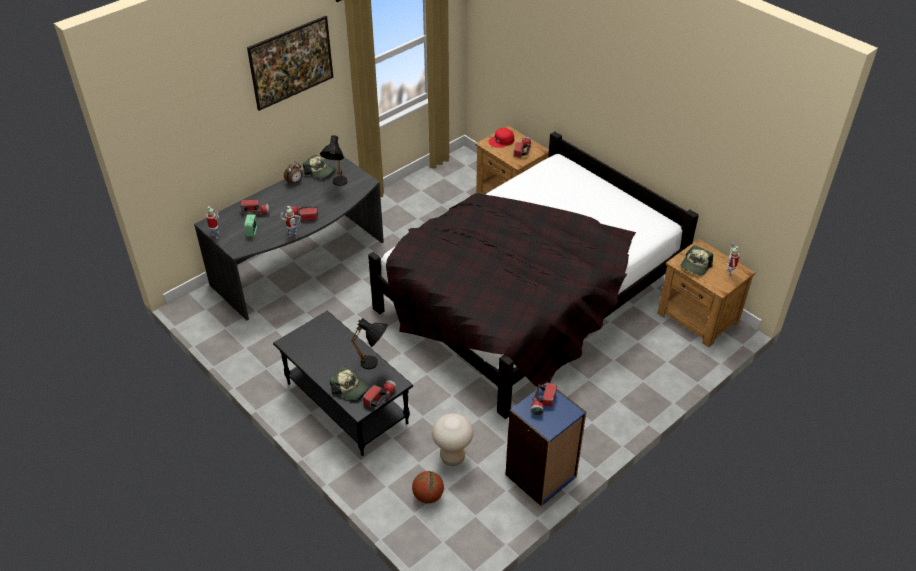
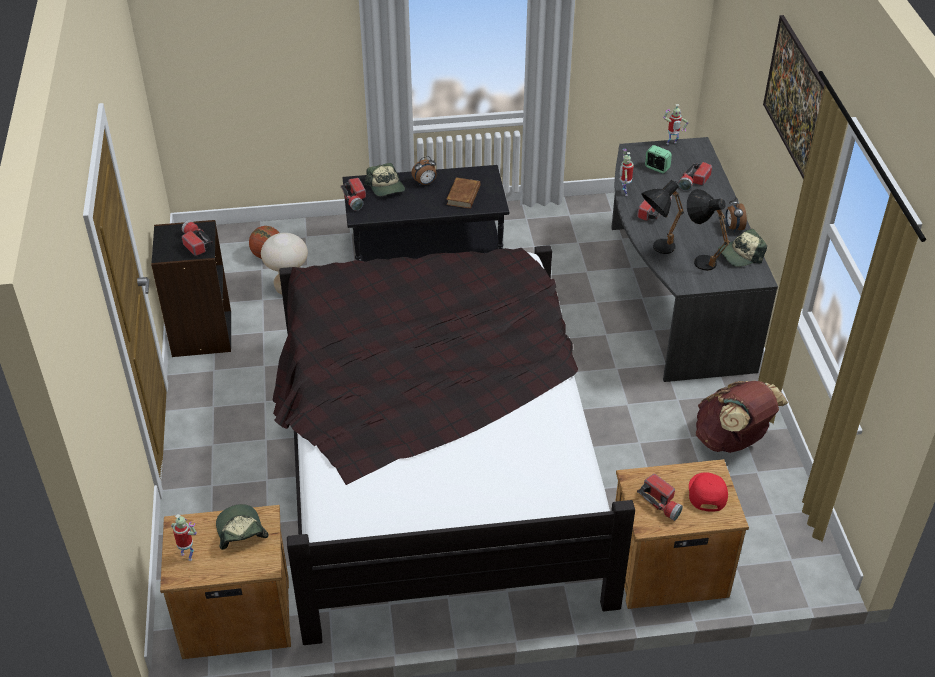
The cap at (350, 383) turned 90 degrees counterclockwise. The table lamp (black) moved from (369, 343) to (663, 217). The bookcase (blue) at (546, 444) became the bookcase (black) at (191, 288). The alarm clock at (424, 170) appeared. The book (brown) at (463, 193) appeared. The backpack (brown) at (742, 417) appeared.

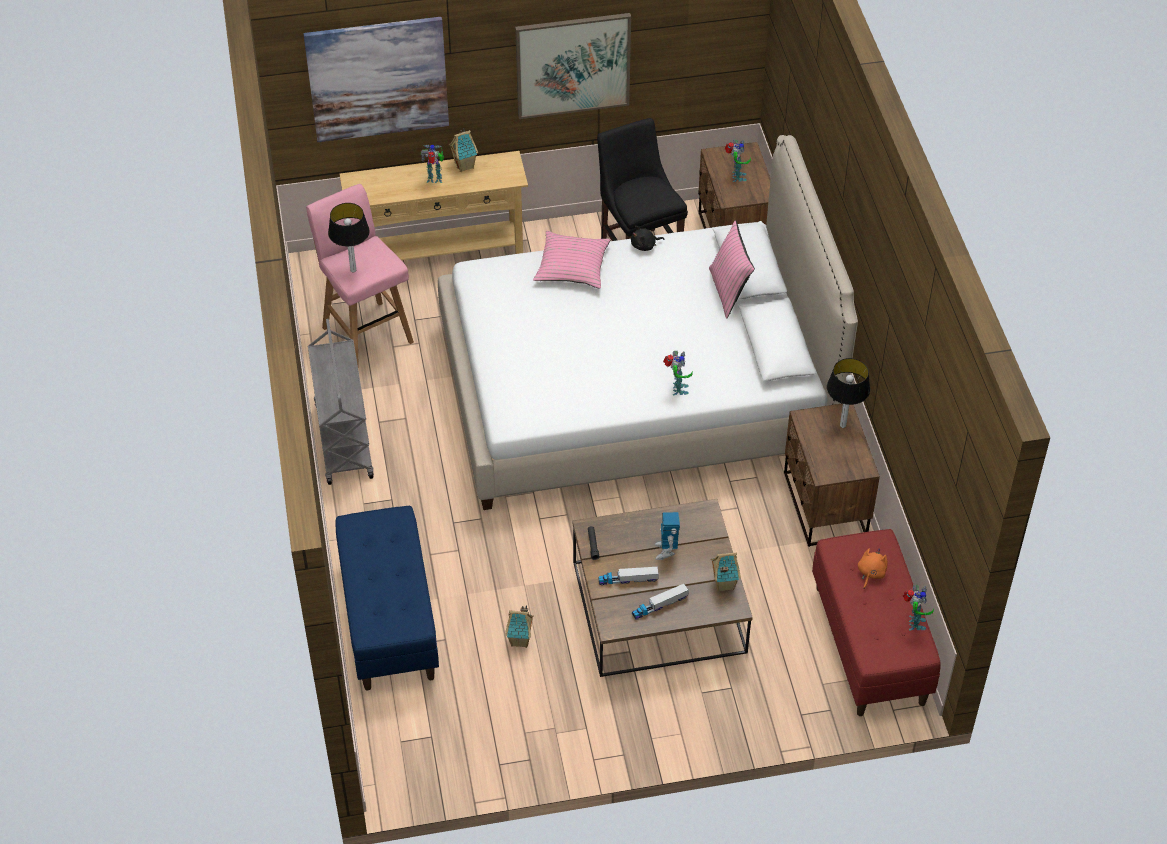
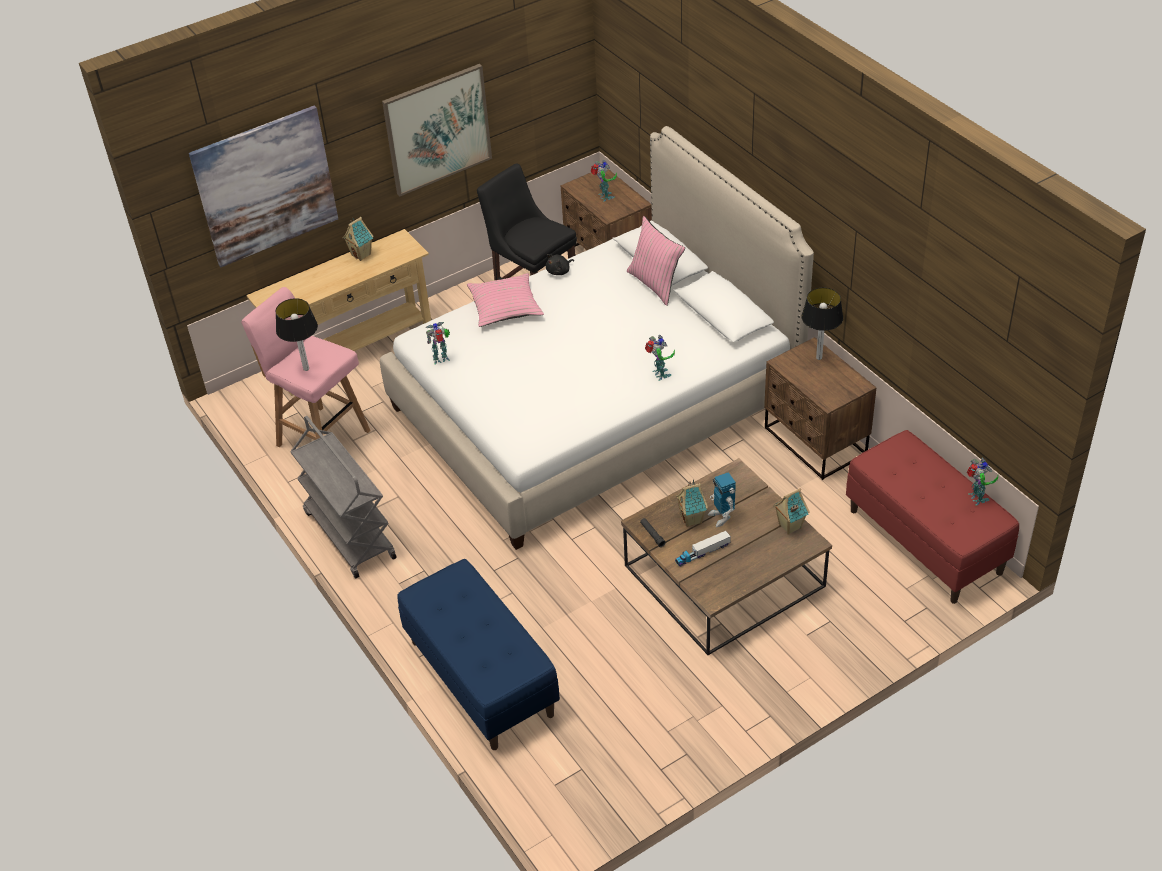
The toy robot moved from (432, 164) to (438, 343). The toy house moved from (519, 626) to (691, 503). The toy truck at (660, 602) disappeared. The plush toy (orange) at (873, 569) disappeared.

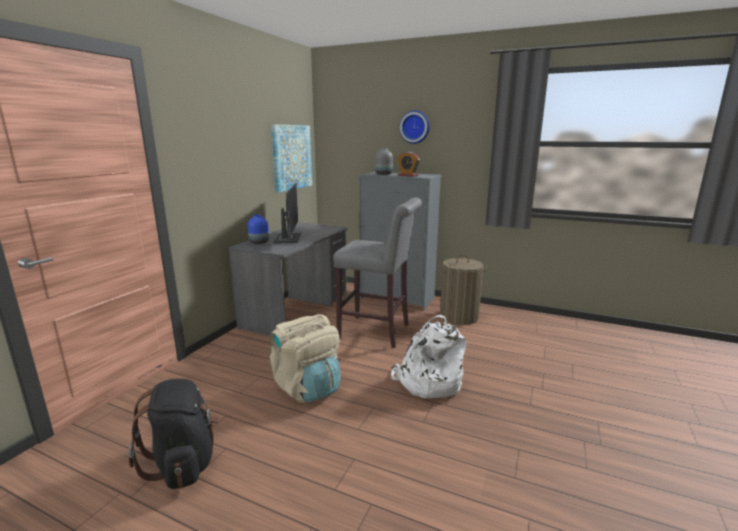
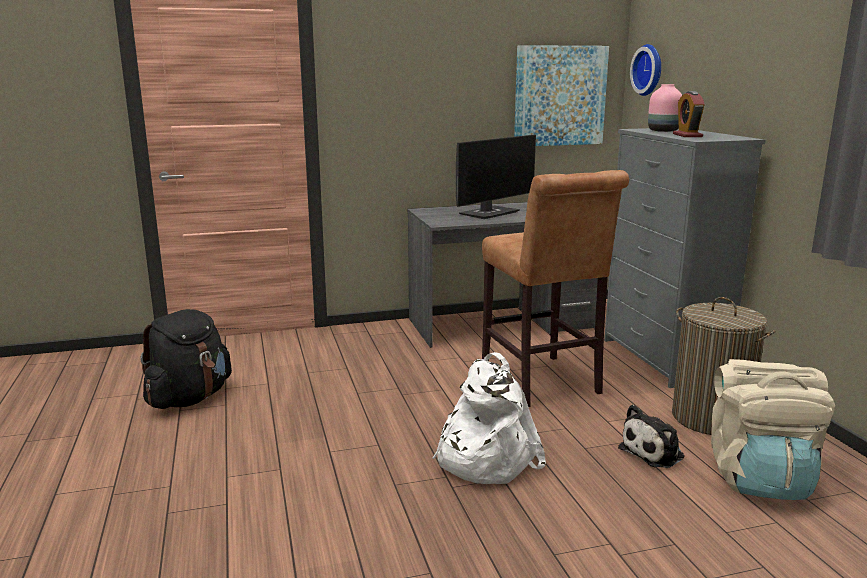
The vase (blue) at (258, 229) disappeared. The backpack (beige) moved from (305, 358) to (773, 429). The stool (grey) at (377, 272) became the stool (brown) at (555, 288). The vase (grey) at (384, 161) became the vase (pink) at (665, 108). The wall clock moved from (414, 127) to (645, 70). The plush toy at (651, 436) appeared.

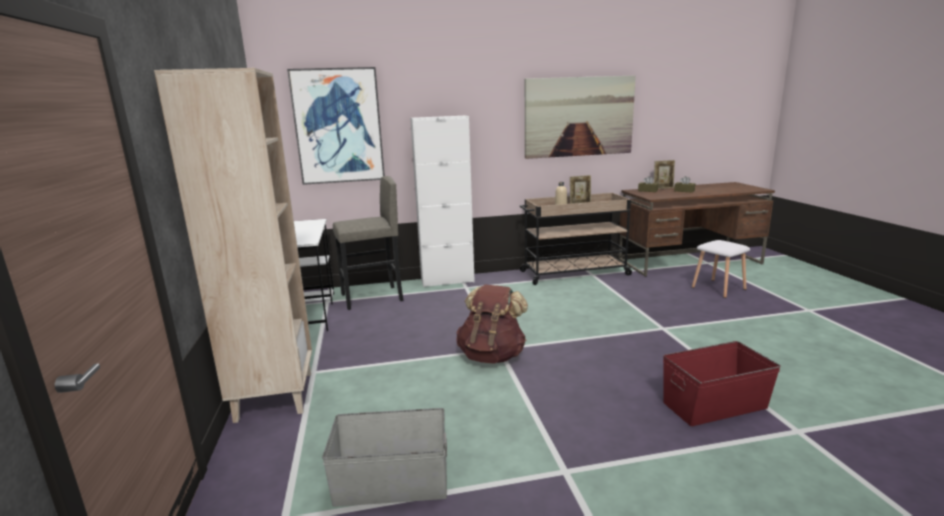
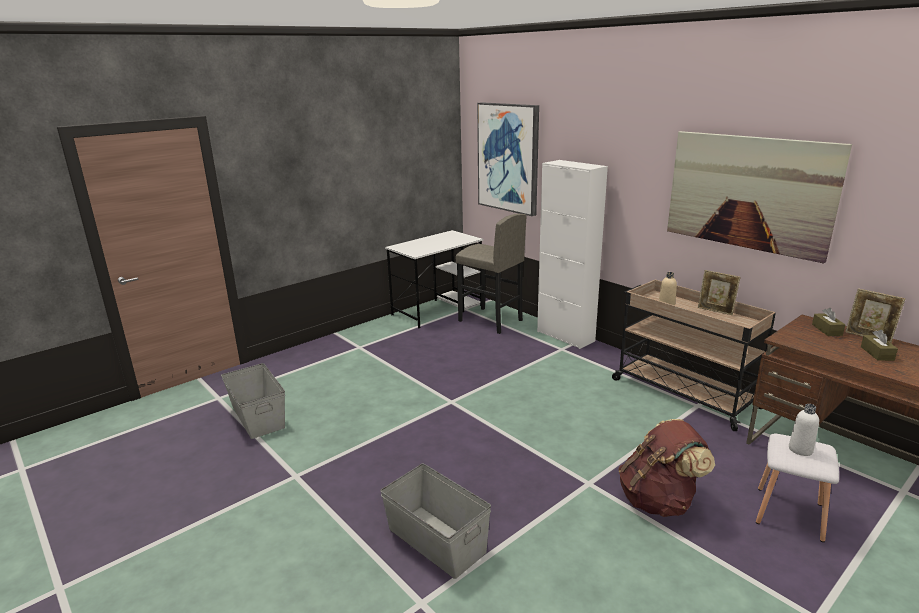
The bookcase (beige) at (233, 245) disappeared. The backpack (brown) moved from (492, 324) to (667, 468). The storage box (red) at (722, 383) became the storage box (grey) at (435, 521). The bottle (white) at (804, 430) appeared.

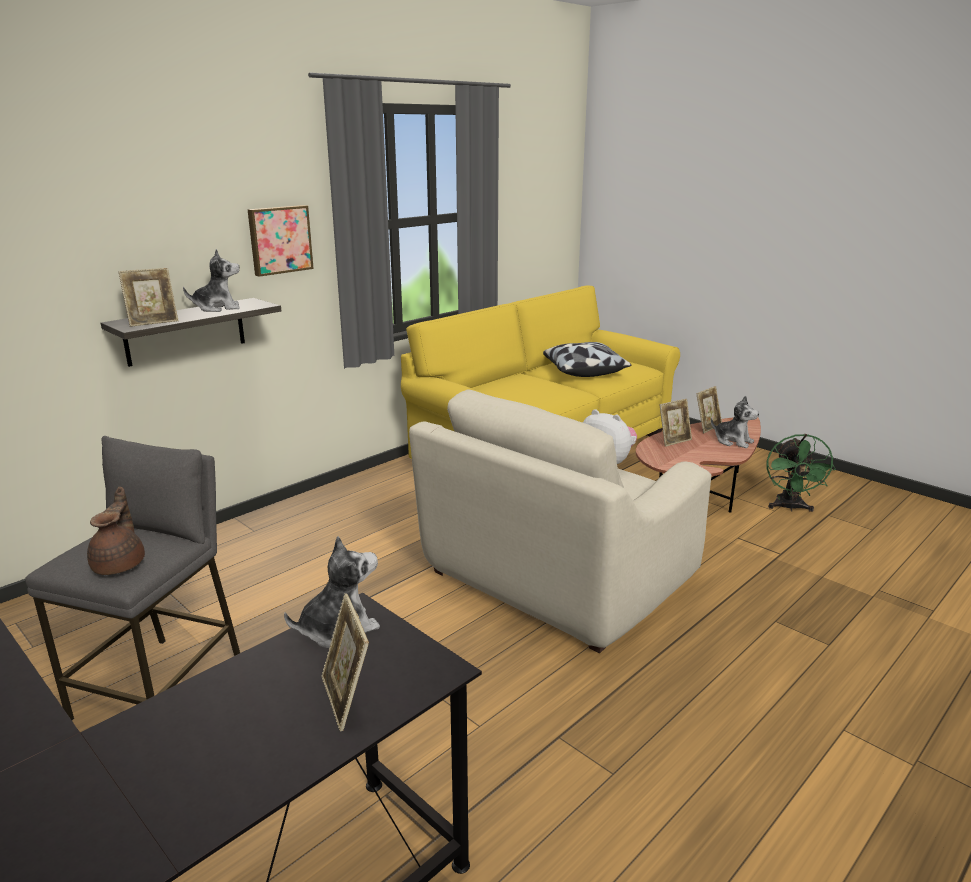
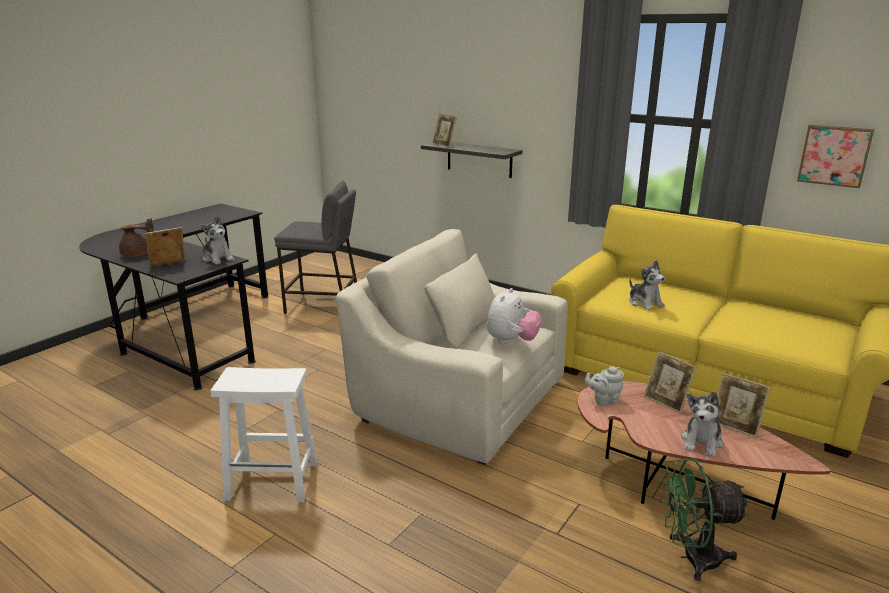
The teapot (brown) moved from (116, 531) to (136, 237). The plush toy moved from (211, 280) to (647, 285). The picture moved from (280, 241) to (835, 156). The pillow at (587, 359) disappeared. The stool (white) at (264, 434) appeared. The teapot (grey) at (604, 385) appeared.

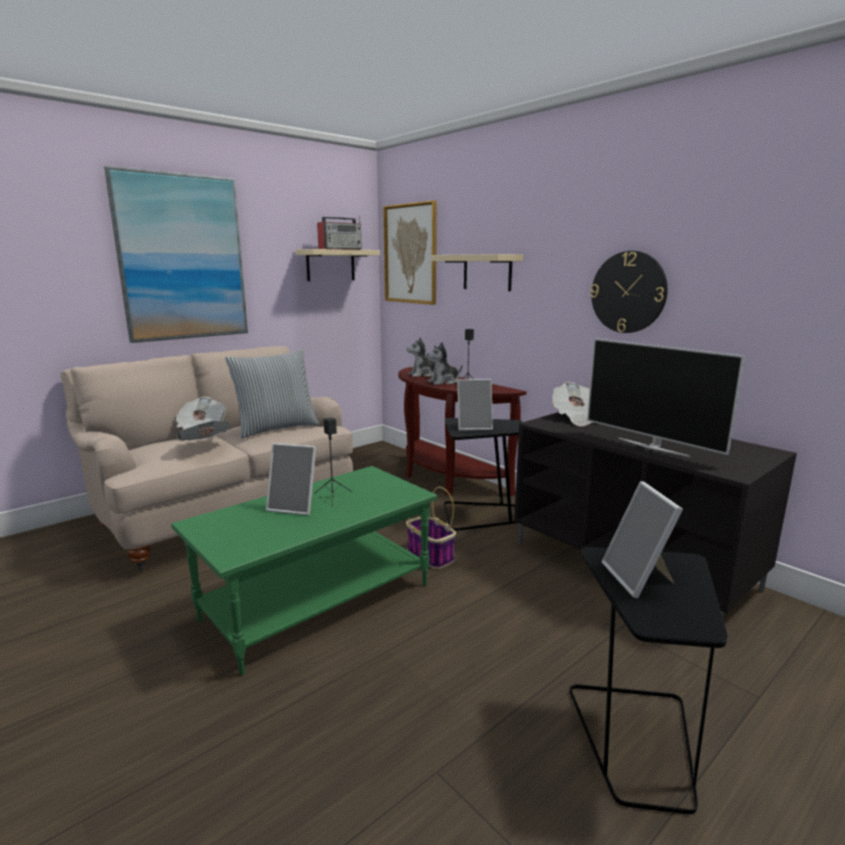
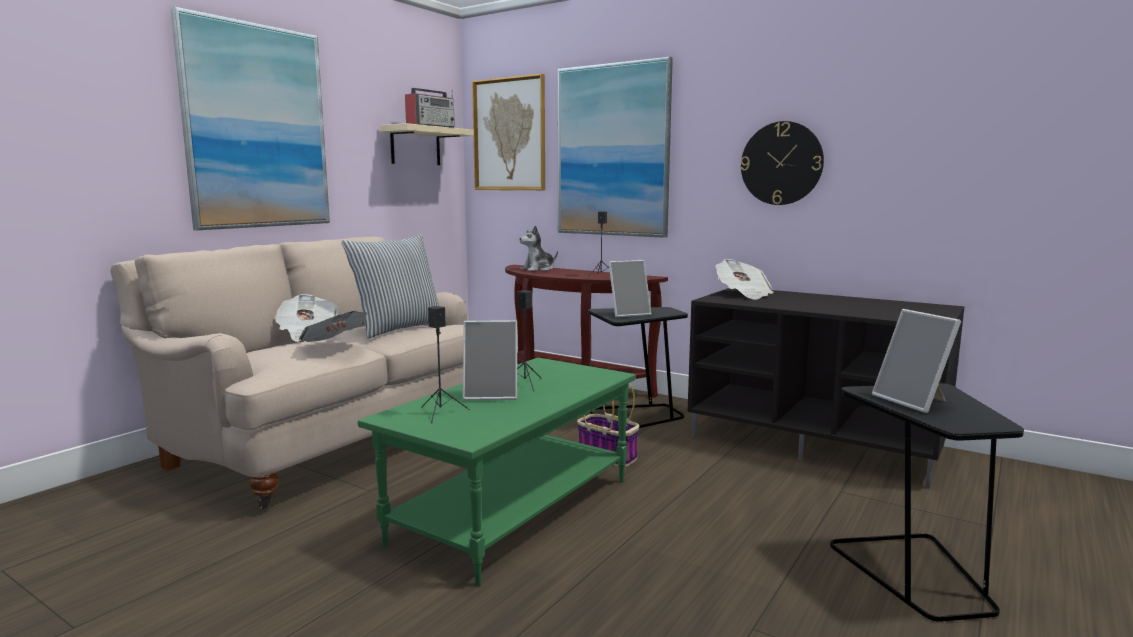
The plush toy at (445, 363) disappeared. The shelf (beige) at (477, 272) was replaced by the picture at (615, 147). The television at (666, 397) disappeared. The speaker (black) at (445, 364) appeared.

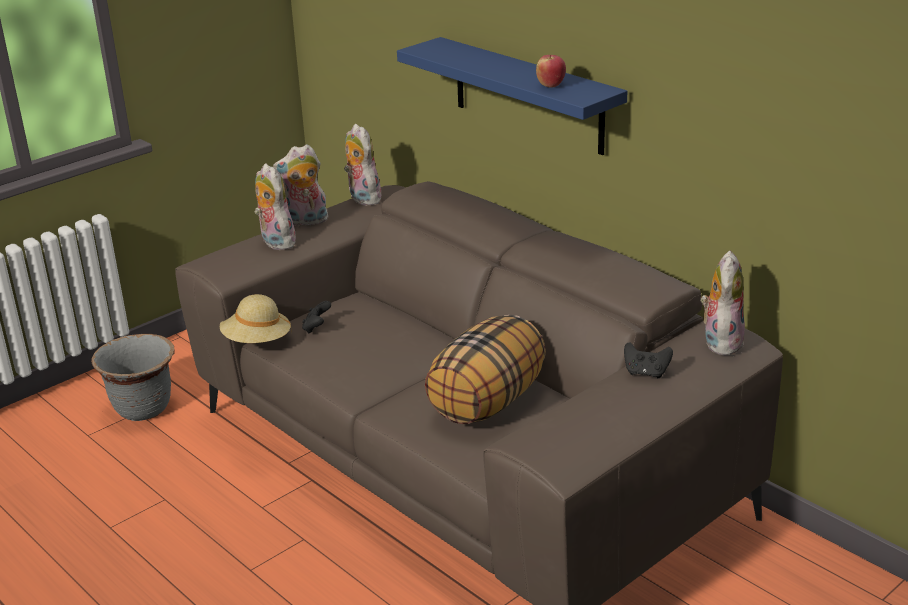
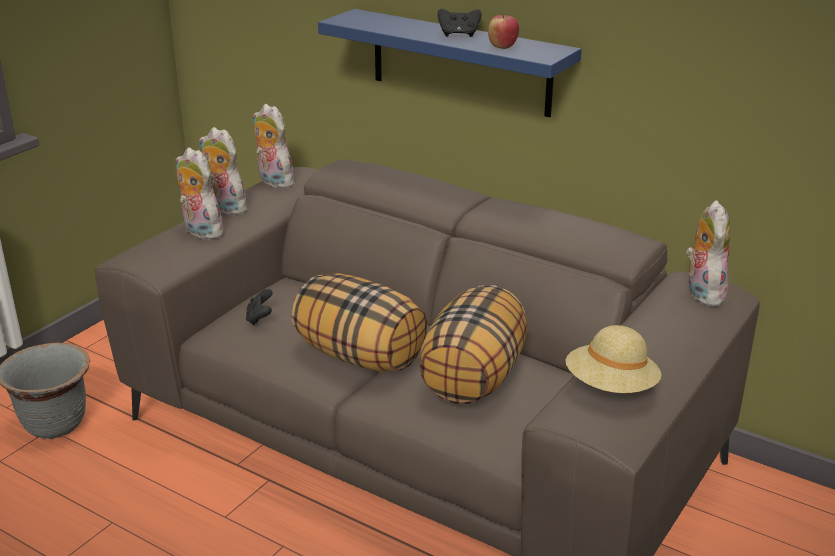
The hat (beige) moved from (256, 318) to (614, 359). The plush toy at (300, 185) turned 60 degrees clockwise. The game controller (black) moved from (648, 360) to (460, 22). The pillow at (359, 322) appeared.

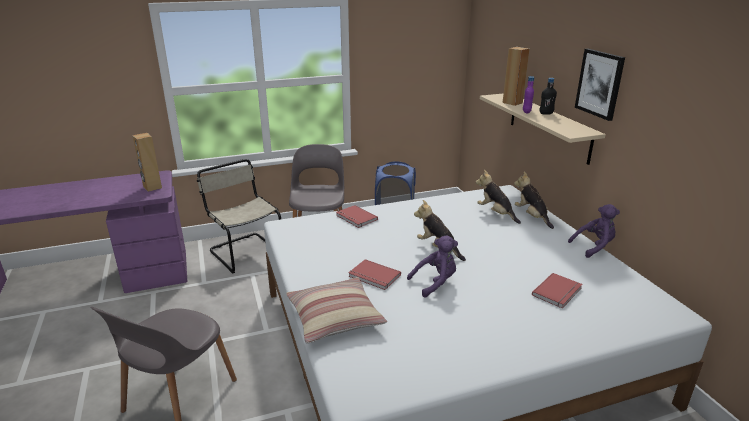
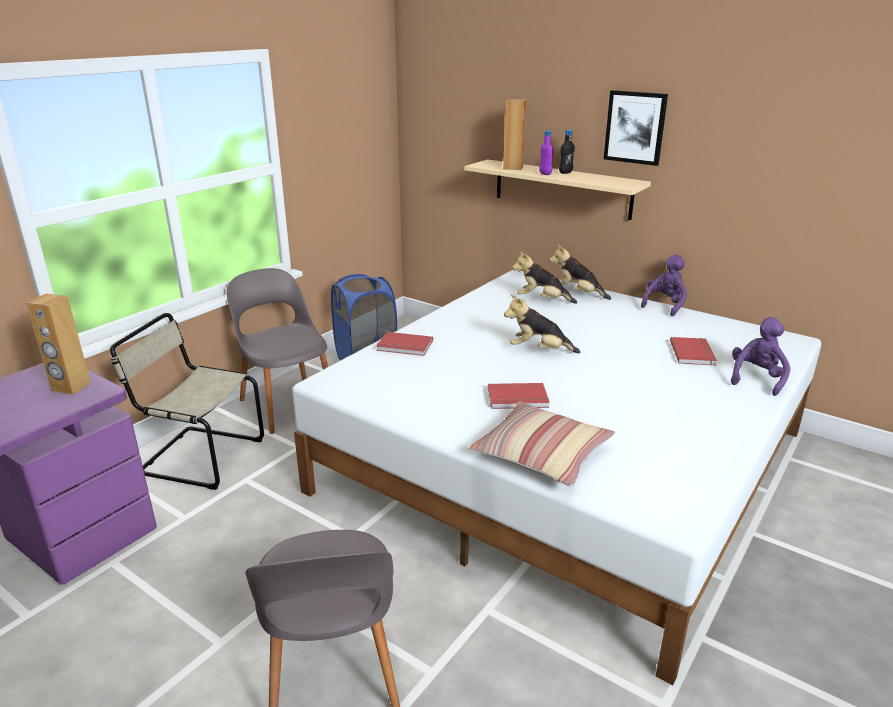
The plush toy (purple) moved from (432, 266) to (761, 356).

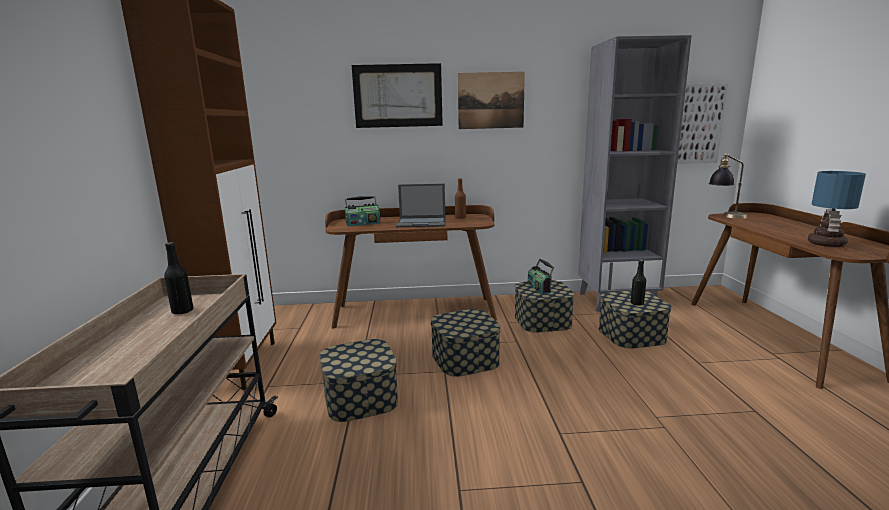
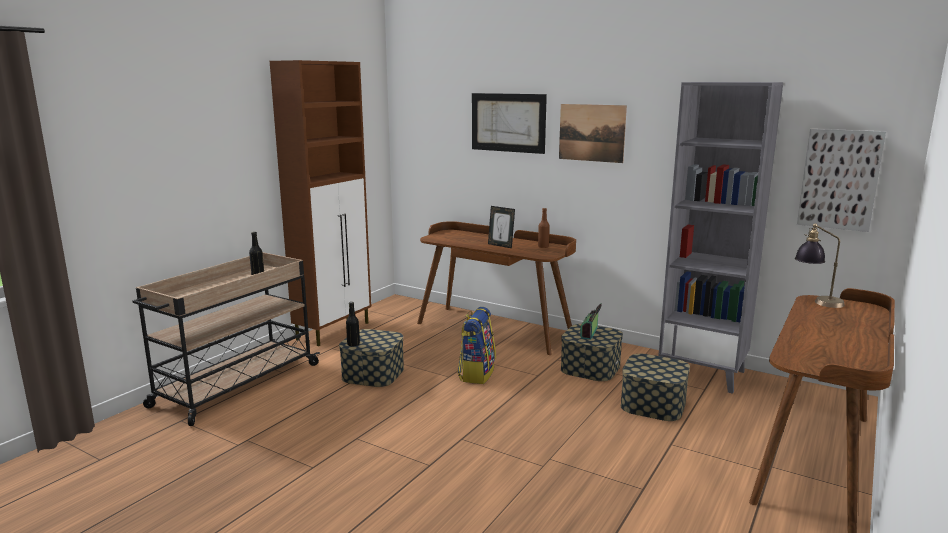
The radio at (362, 211) disappeared. The laptop at (421, 205) was replaced by the picture frame at (501, 227). The storage box at (465, 343) was replaced by the backpack at (476, 345). The bottle (black) moved from (638, 283) to (353, 324). The table lamp at (836, 209) disappeared.

